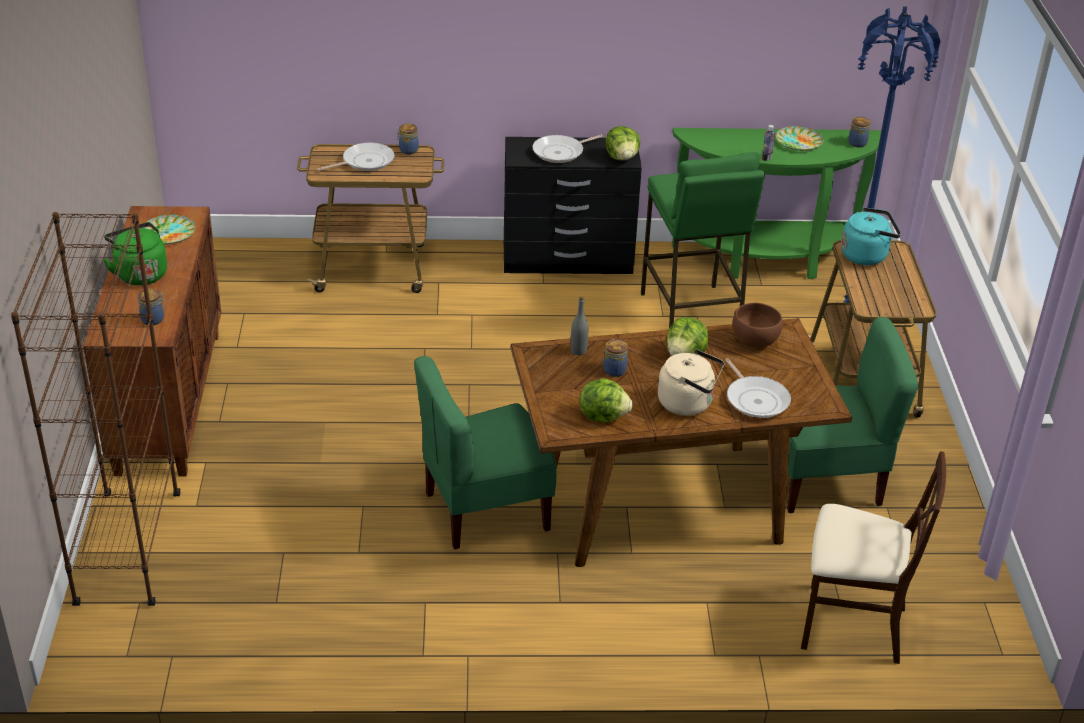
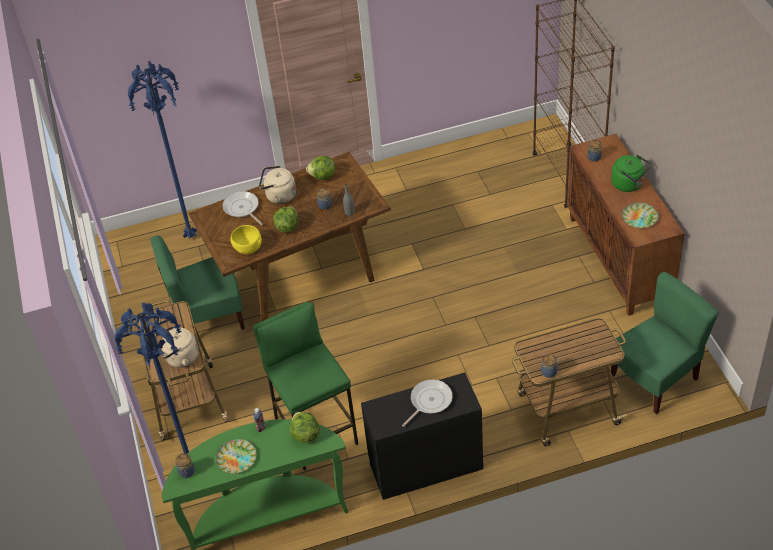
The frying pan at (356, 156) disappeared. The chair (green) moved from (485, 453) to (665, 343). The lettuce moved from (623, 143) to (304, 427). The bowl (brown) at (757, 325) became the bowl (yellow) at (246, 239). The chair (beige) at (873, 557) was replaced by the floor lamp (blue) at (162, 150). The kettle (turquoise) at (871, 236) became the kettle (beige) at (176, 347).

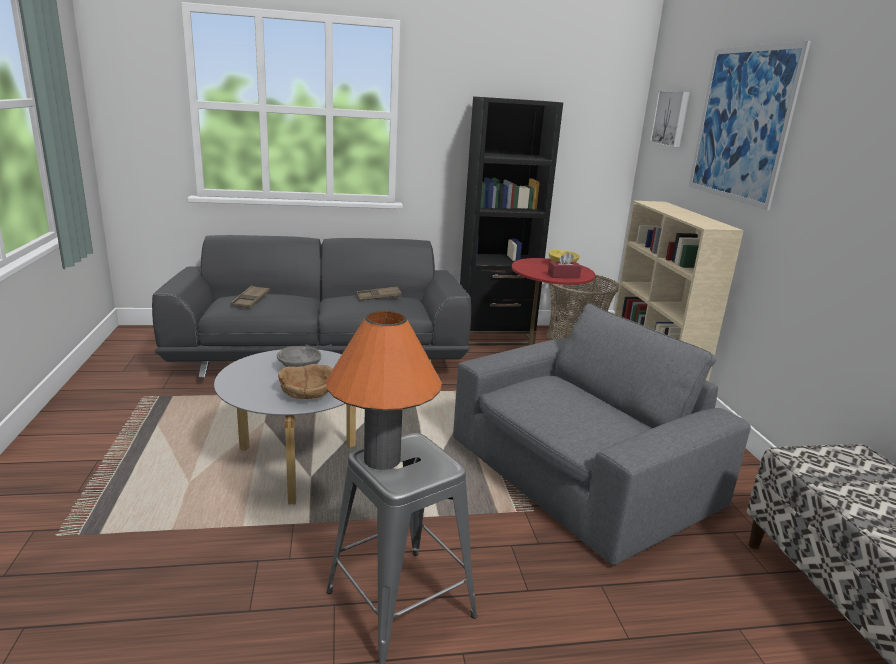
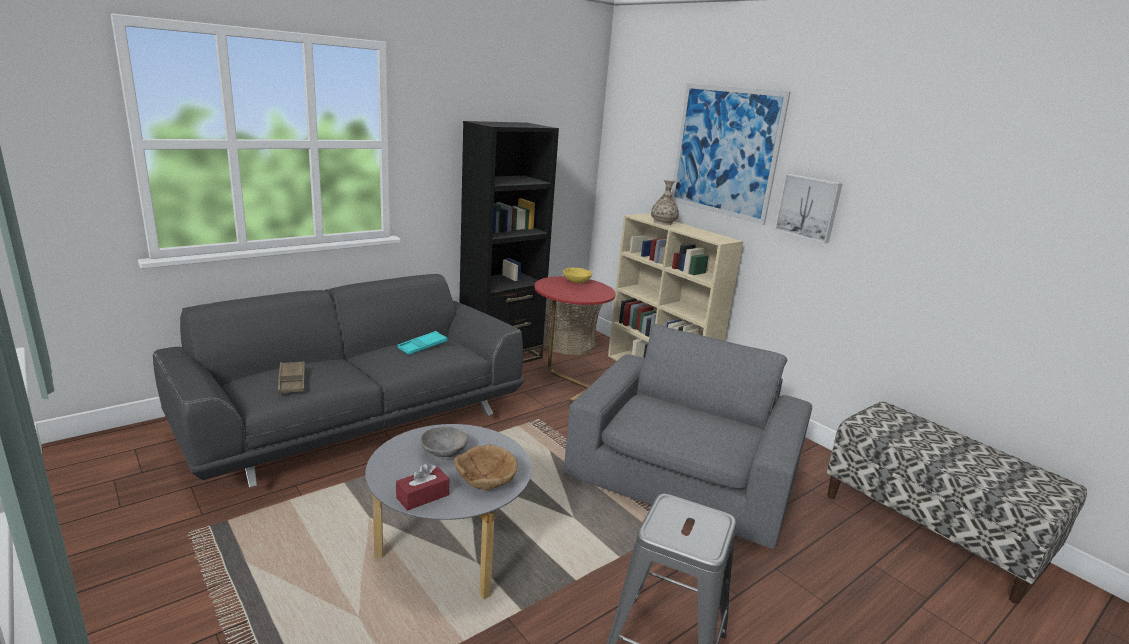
The table lamp (orange) at (384, 390) disappeared. The tray (brown) at (379, 293) became the tray (turquoise) at (422, 343). The tissue box (red) moved from (565, 265) to (422, 487). The picture moved from (670, 119) to (808, 208). The vase at (665, 202) appeared.

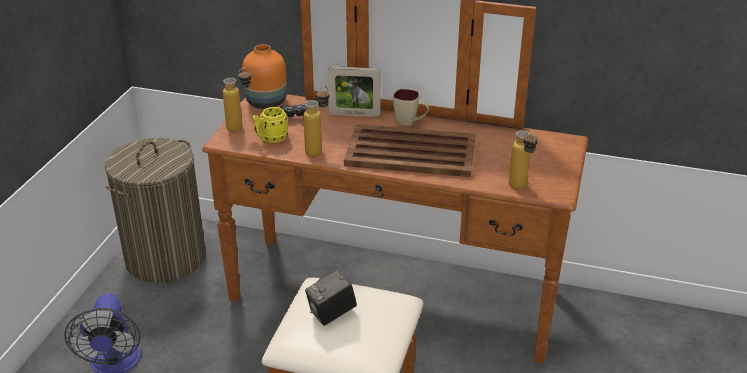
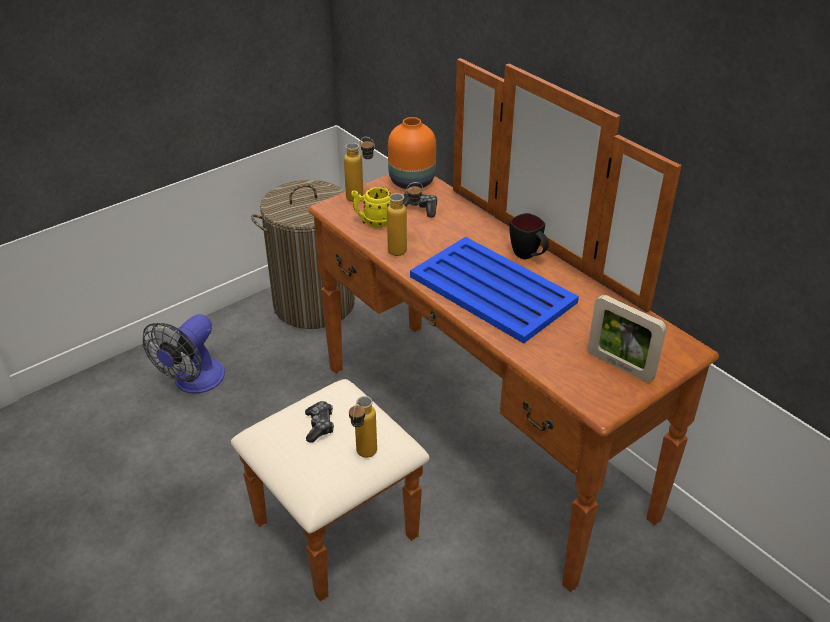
The photo camera at (331, 297) was replaced by the game controller at (319, 422). The picture frame moved from (354, 91) to (627, 338). The tray (brown) at (410, 150) became the tray (blue) at (494, 290). The mug (beige) at (411, 107) became the mug (black) at (529, 236). The bottle moved from (523, 159) to (363, 427).

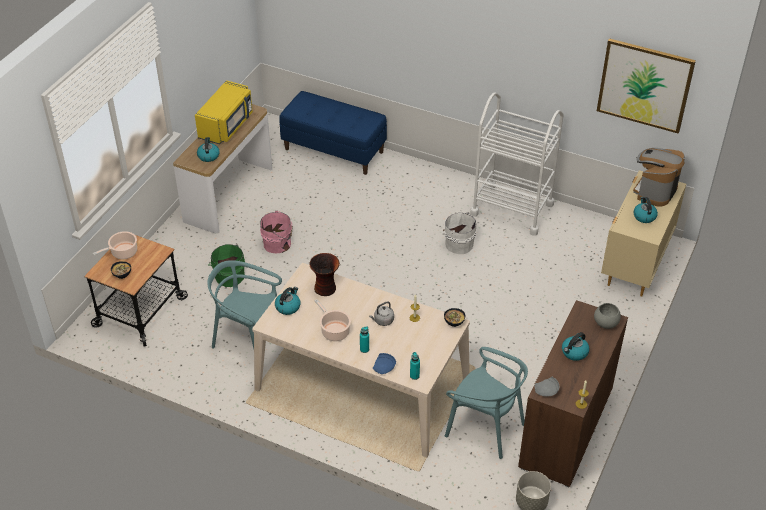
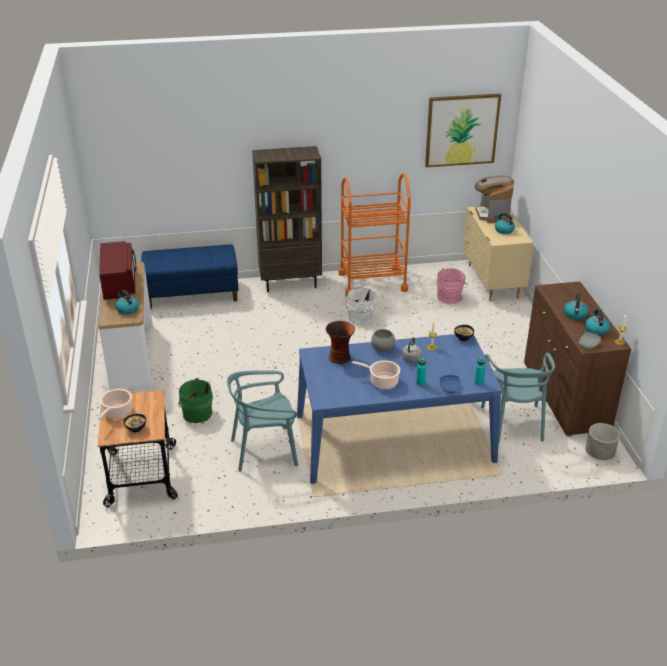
The microwave (yellow) at (224, 112) became the microwave (red) at (118, 270). The dining table (beige) at (361, 360) became the dining table (blue) at (400, 409). The bucket (pink) moved from (276, 232) to (452, 286). The kettle moved from (288, 301) to (597, 322). The chair (turquoise) at (486, 403) turned 90 degrees clockwise. The cart (white) at (517, 164) became the cart (orange) at (374, 234). The bowl (grey) moved from (607, 316) to (383, 340). The bookcase (brown) at (287, 219) appeared.

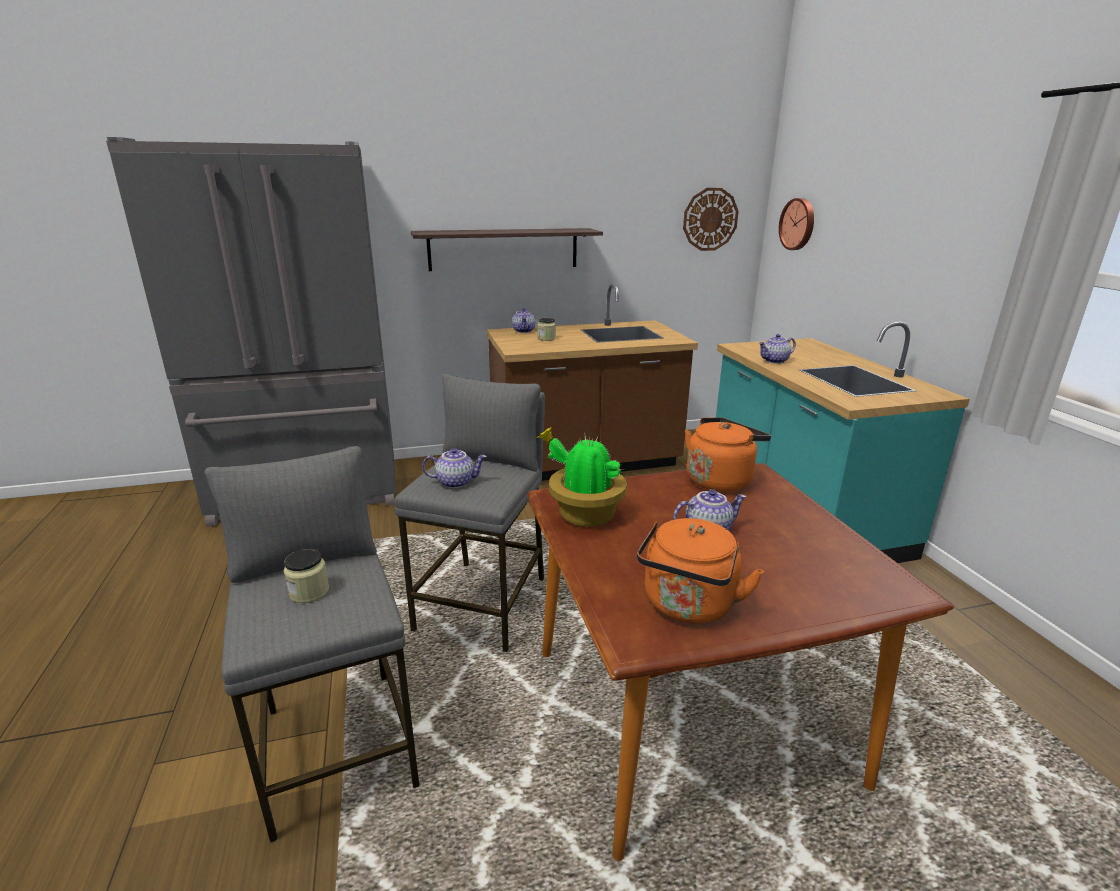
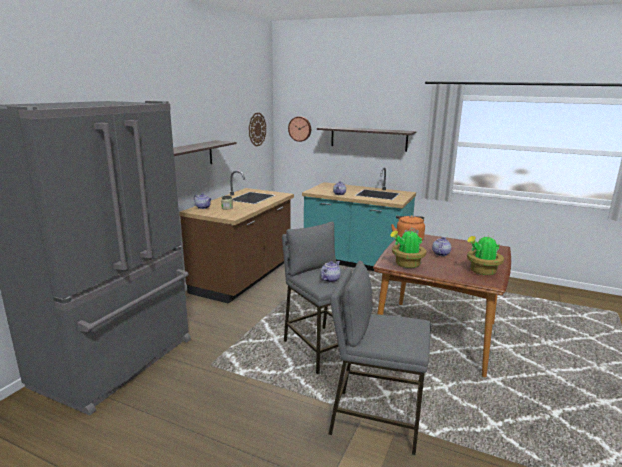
The jar at (306, 576) disappeared. The kettle (orange) at (700, 571) was replaced by the potted plant at (485, 255). The shelf at (366, 139) appeared.

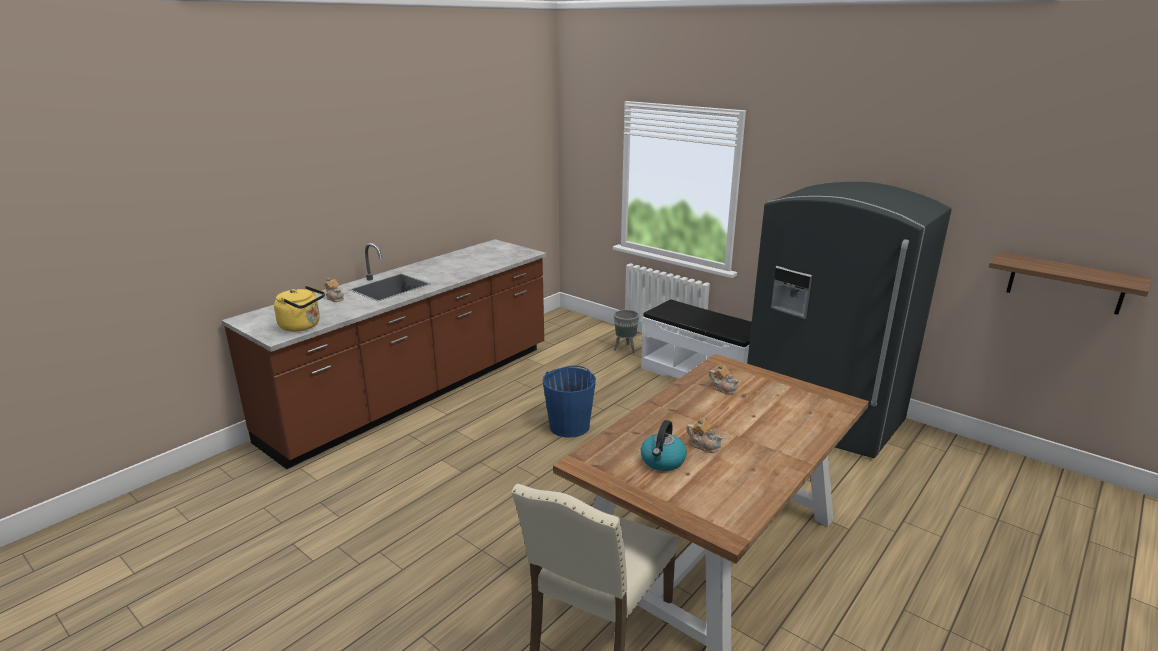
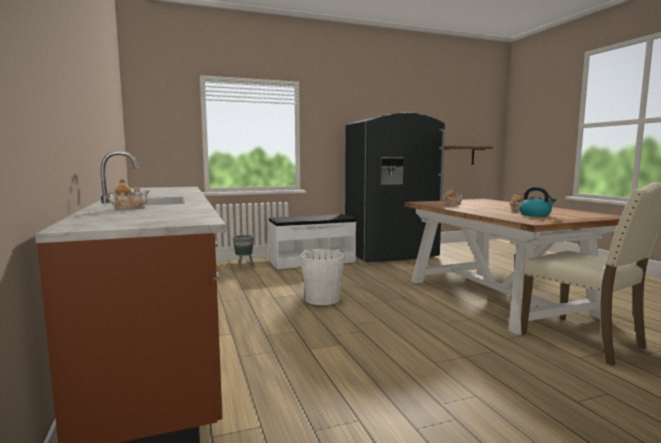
The kettle (yellow) at (299, 309) disappeared. The bucket (blue) at (569, 402) became the bucket (white) at (322, 277).

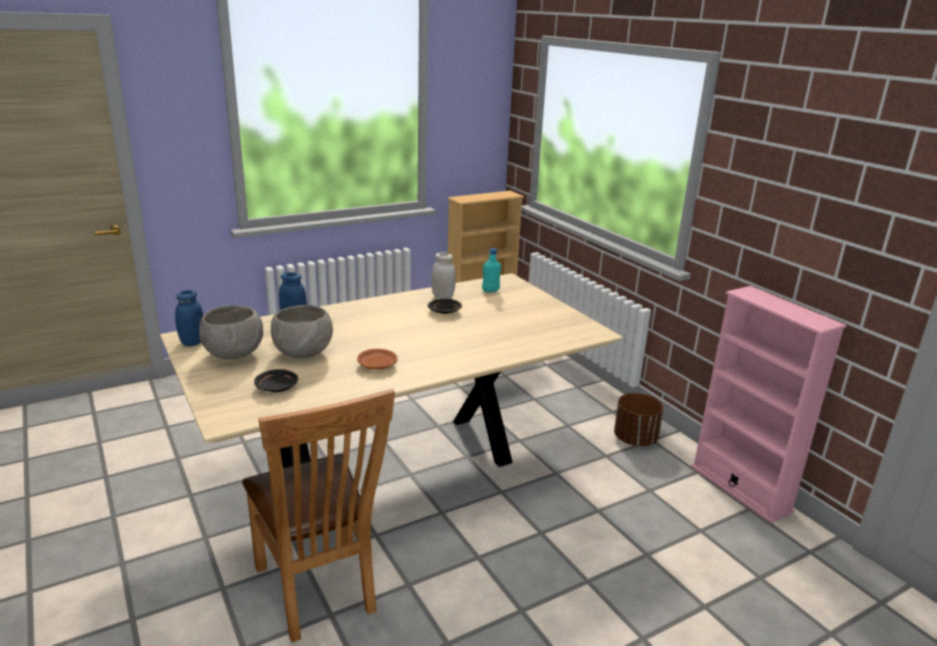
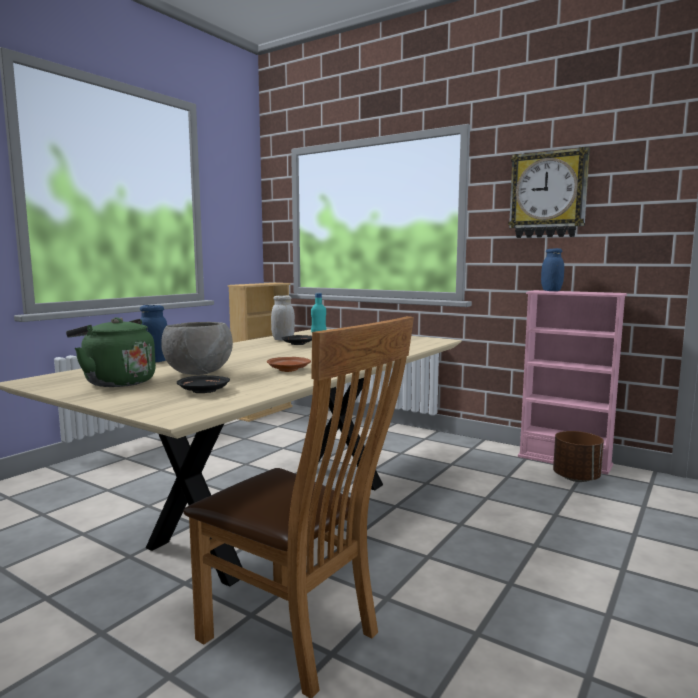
The jar (blue) moved from (189, 318) to (552, 269). The bowl (grey) at (231, 332) was replaced by the kettle (green) at (111, 352). The planter (brown) moved from (639, 419) to (578, 456). The wall clock at (549, 192) appeared.

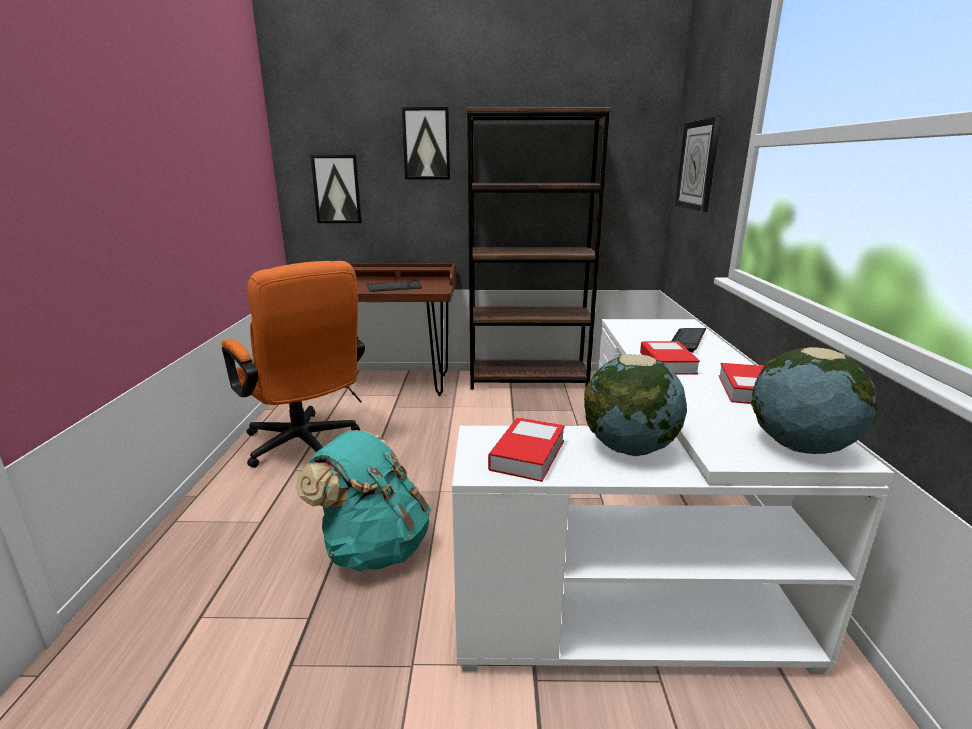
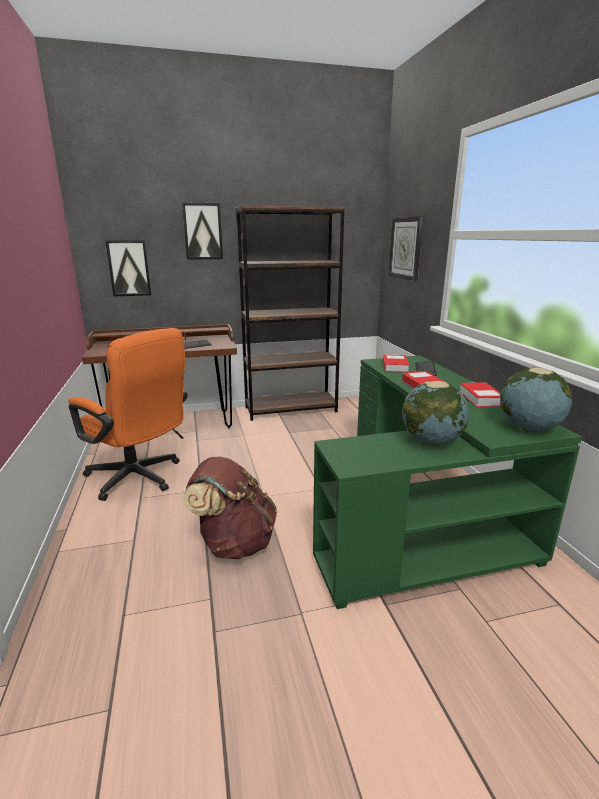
The backpack (turquoise) at (363, 501) became the backpack (brown) at (230, 507). The desk (white) at (673, 496) became the desk (green) at (447, 482). The book moved from (526, 449) to (396, 364).

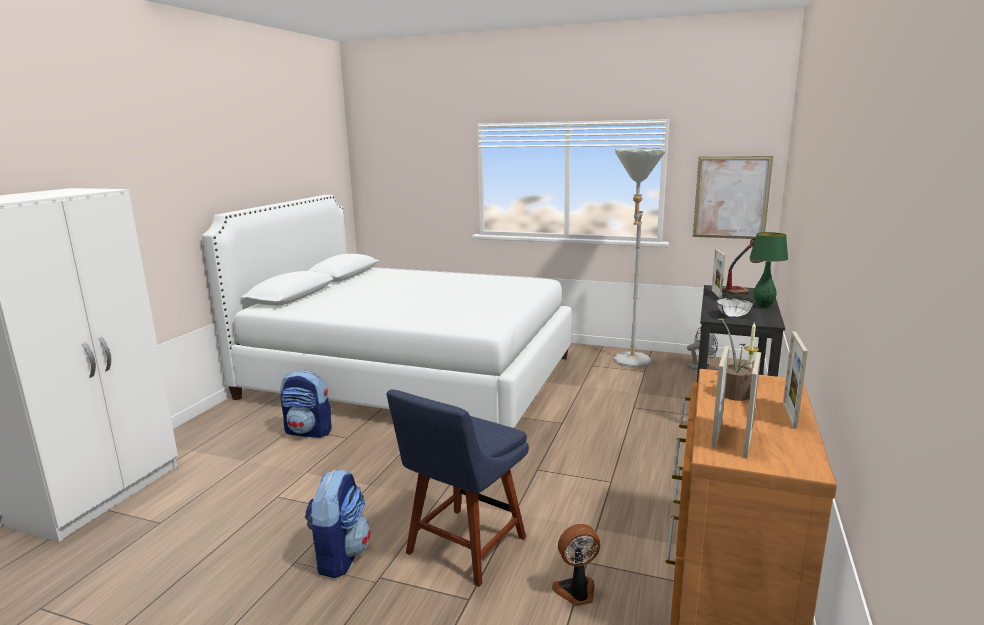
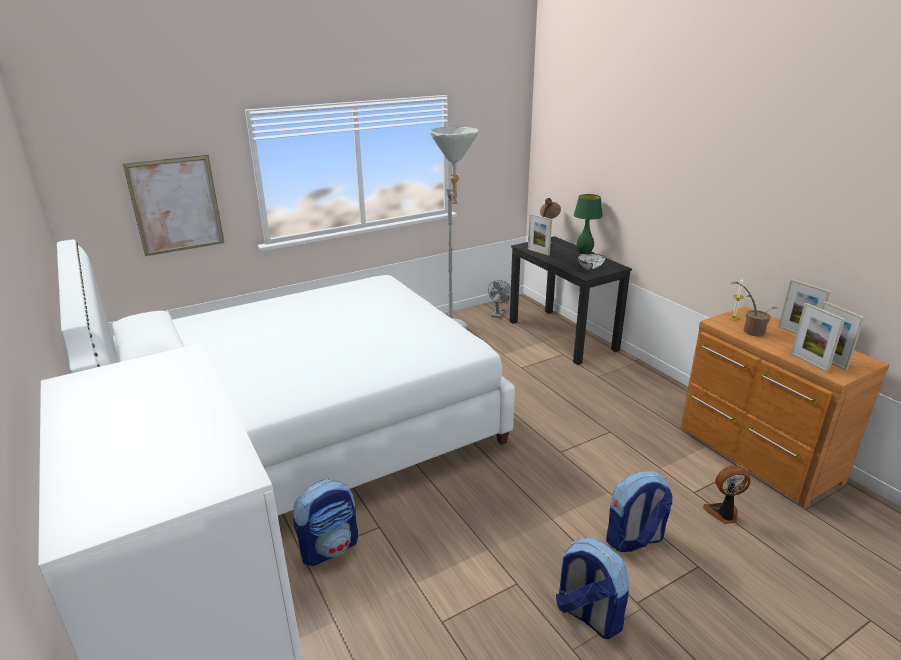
The chair (blue) at (458, 488) was replaced by the backpack at (639, 511). The fan at (576, 565) turned 60 degrees clockwise. The picture moved from (733, 197) to (173, 205).

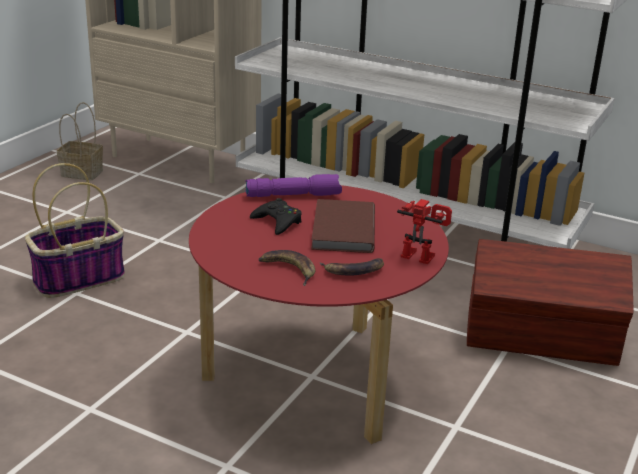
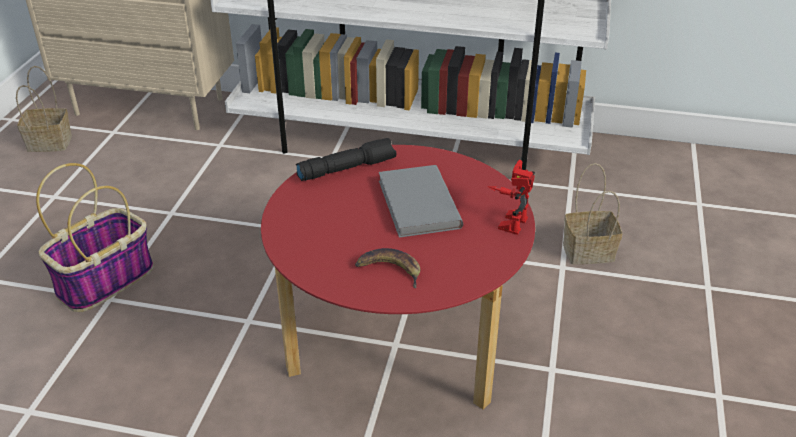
The flashlight (purple) at (293, 185) became the flashlight (black) at (346, 159). The game controller (black) at (276, 216) disappeared. The book (brown) at (343, 226) became the book (grey) at (421, 201). The banana at (352, 267) disappeared. The toy robot at (424, 231) turned 75 degrees counterclockwise. The storage box (brown) at (550, 302) was replaced by the basket at (592, 214).

